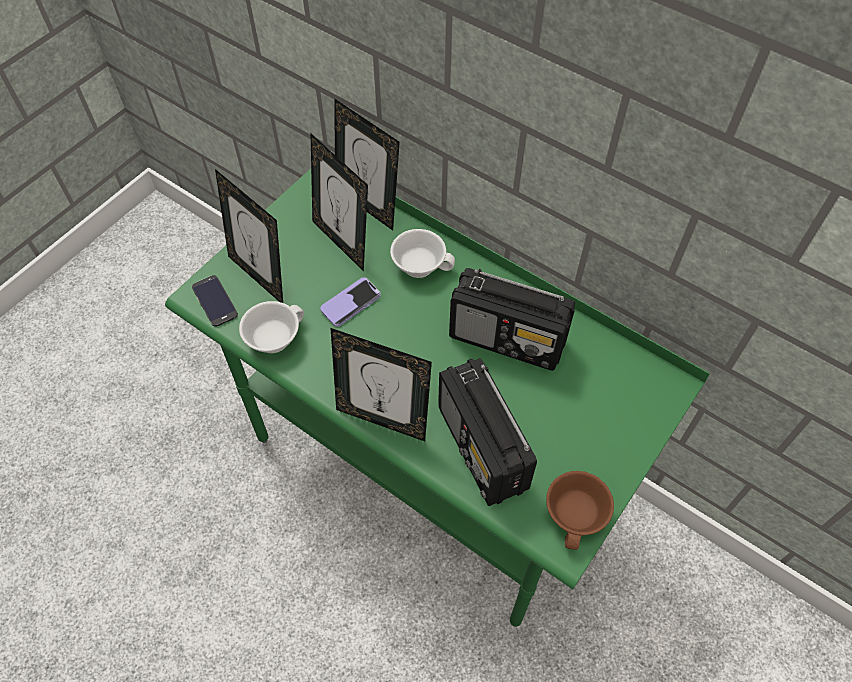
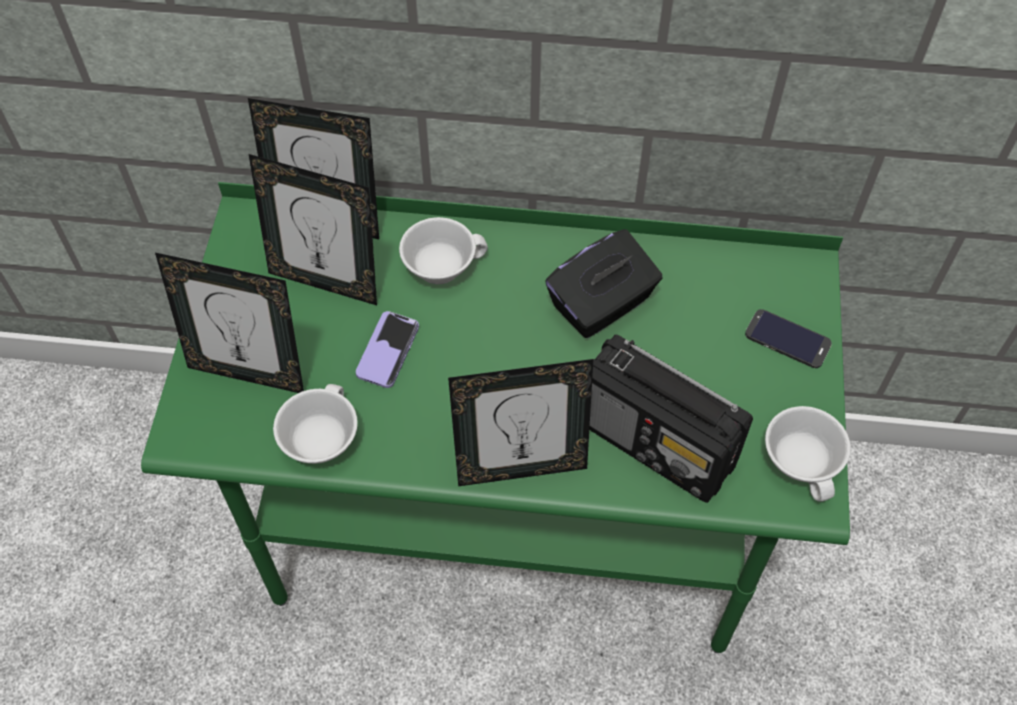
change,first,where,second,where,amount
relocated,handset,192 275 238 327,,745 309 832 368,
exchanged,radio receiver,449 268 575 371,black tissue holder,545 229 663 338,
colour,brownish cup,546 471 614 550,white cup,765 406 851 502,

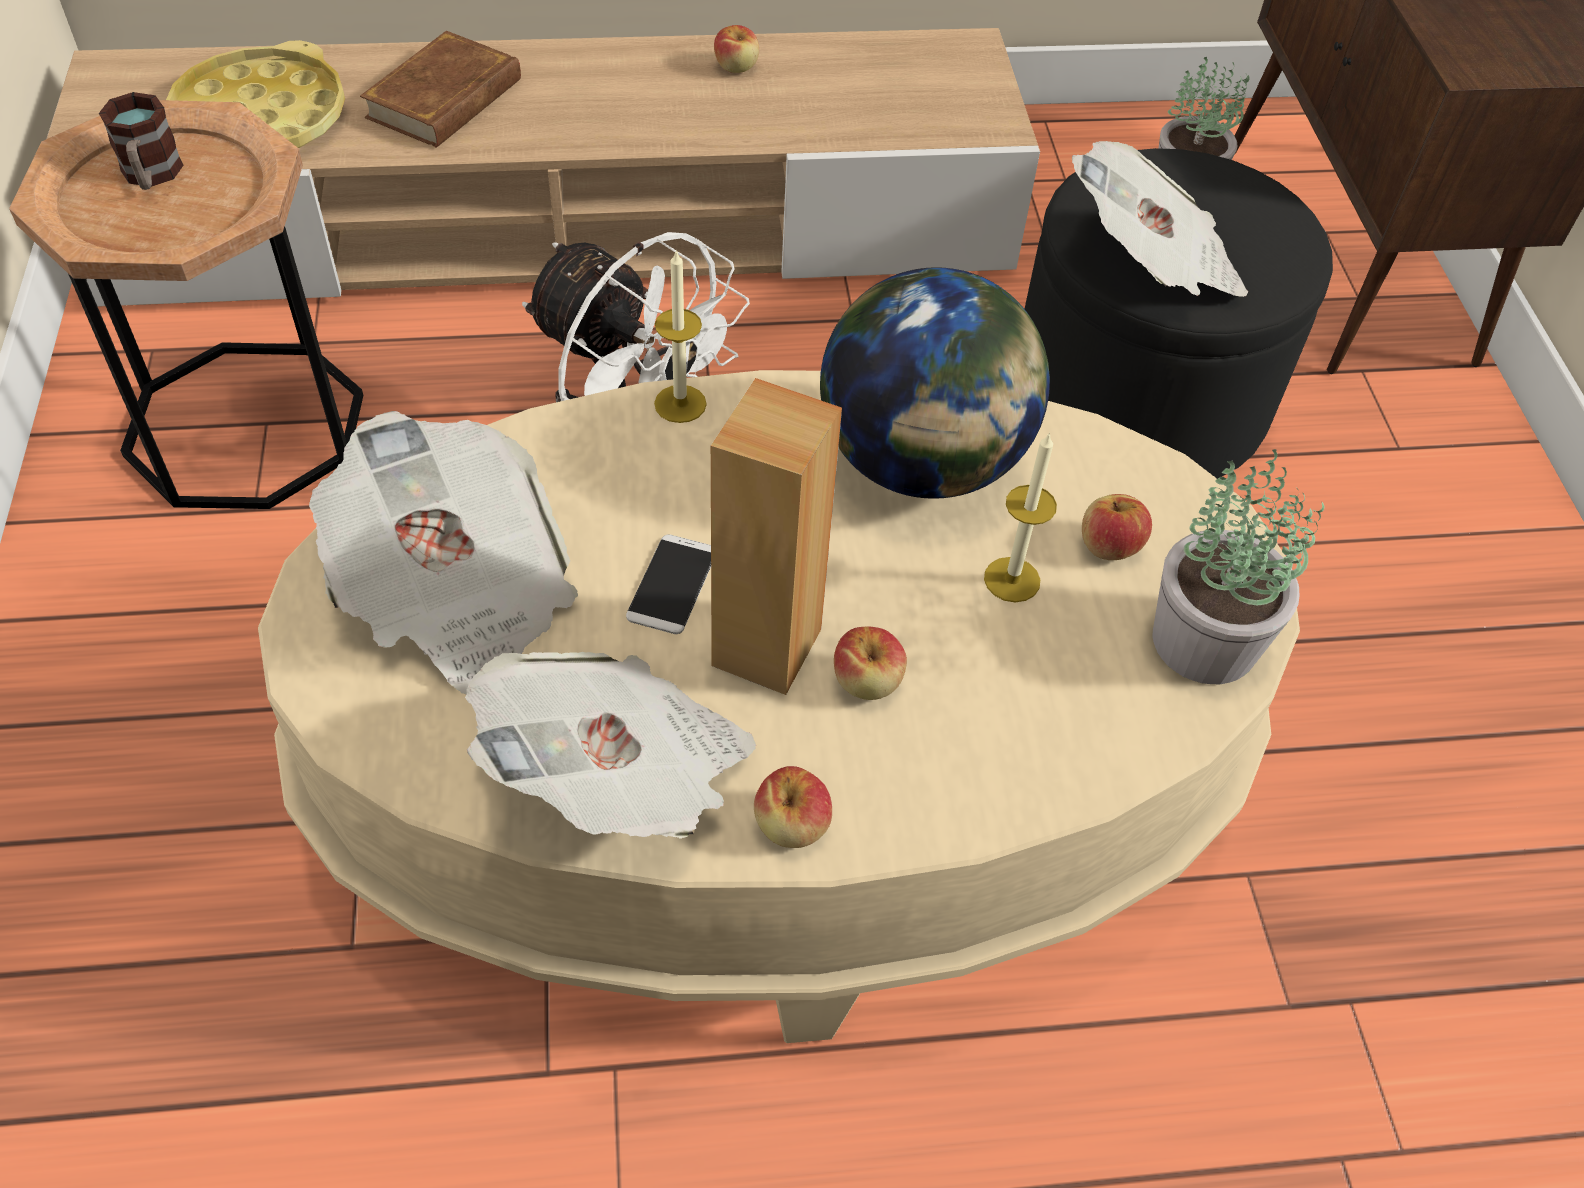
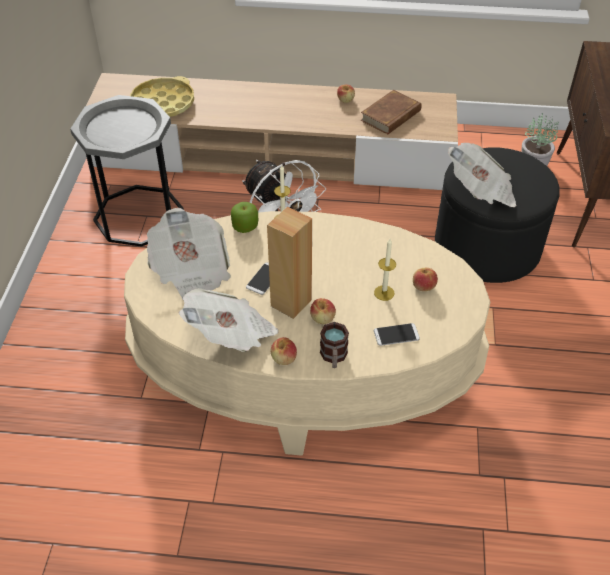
change,first,where,second,where,amount
colour,brownish side table,9 100 363 509,gray side table,70 95 184 247,
relocated,tea mug,99 92 184 190,,320 322 349 368,
relocated,brownish book,360 31 521 148,,360 90 422 134,
missing,desk globe,820 267 1050 499,,,
missing,potted plant,1152 449 1324 684,,,
appeared,,,apple fruit,231 202 258 233,
appeared,,,handset,374 323 420 346,

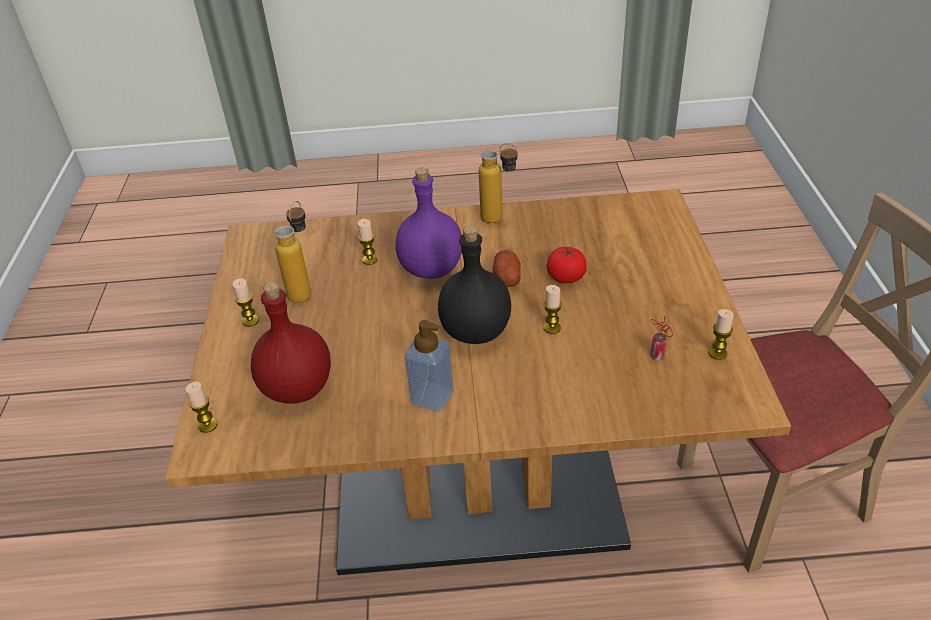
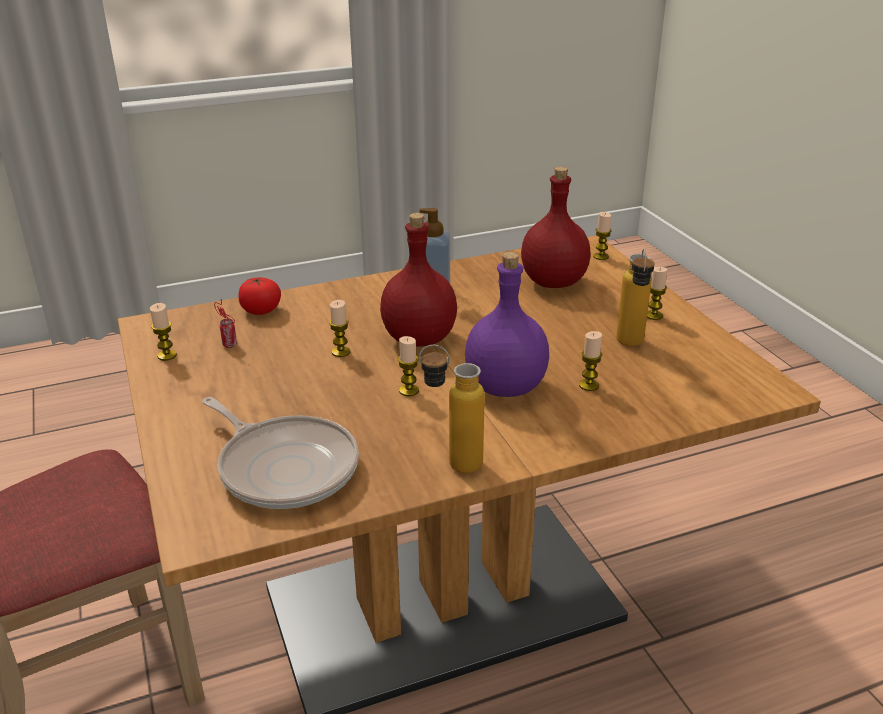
change,first,where,second,where,amount
colour,black bottle,438 226 511 344,reddish bottle,380 213 457 347,
exchanged,potato,493 250 521 287,wax light,398 336 419 396,
relocated,fresh tomato,547 247 587 283,,238 276 281 315,
appeared,,,frying pan,202 397 359 509,

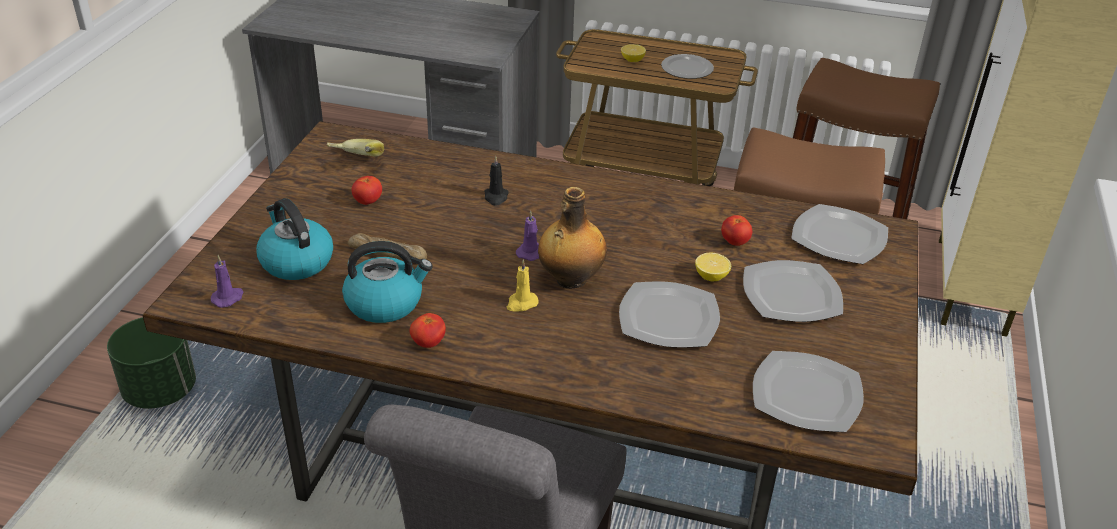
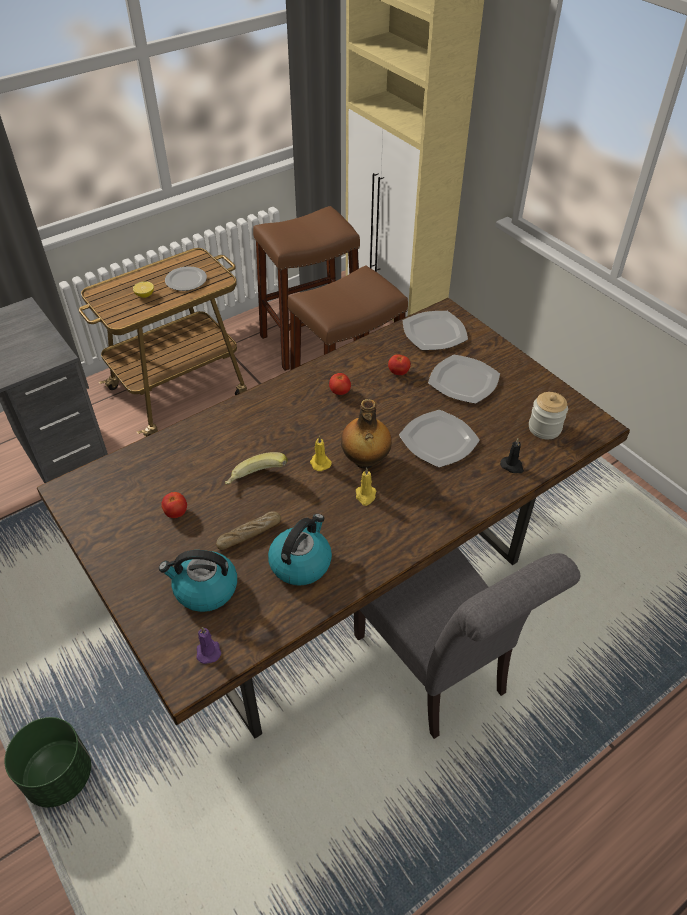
change,first,where,second,where,amount
relocated,banana fruit,327 139 384 157,,225 452 288 484,
relocated,fresh tomato,410 313 446 348,,329 373 351 395,
relocated,black wax light,485 156 509 206,,500 438 524 473,
colour,purplish wax light,516 211 539 261,yellow wax light,310 436 332 471,
missing,citrus fruit,695 253 731 281,,,
exchanged,flat dish,753 351 864 432,storage jar,529 392 568 439,

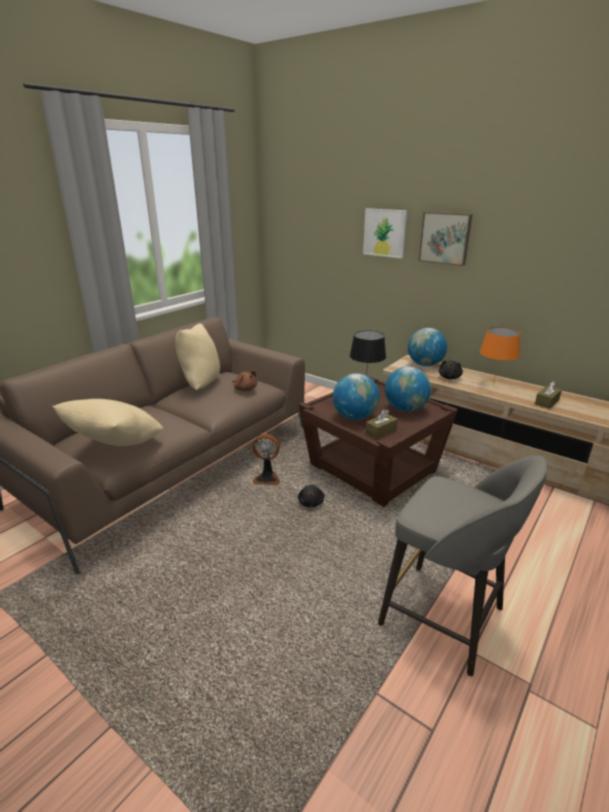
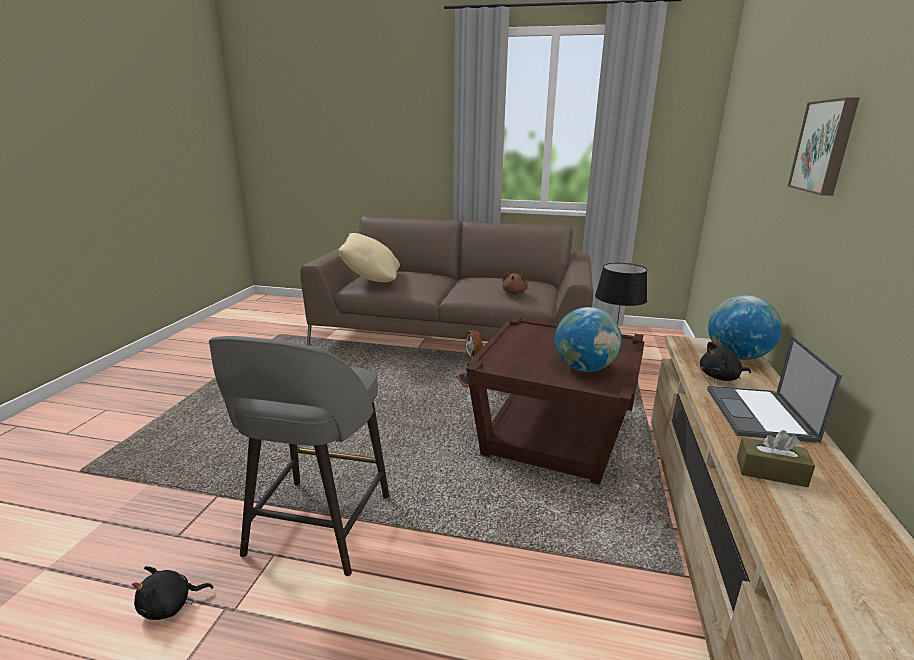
change,first,where,second,where,amount
missing,beige-coloured throw pillow,175 323 220 390,,,
relocated,black plush toy,298 485 324 507,,132 566 214 620,
missing,desk globe,333 373 380 420,,,
missing,wall art,363 208 407 258,,,
missing,brownish tissue holder,365 409 398 439,,,
exchanged,orange-coloured tabletop lamp,480 327 521 385,portable computer,707 336 842 443,

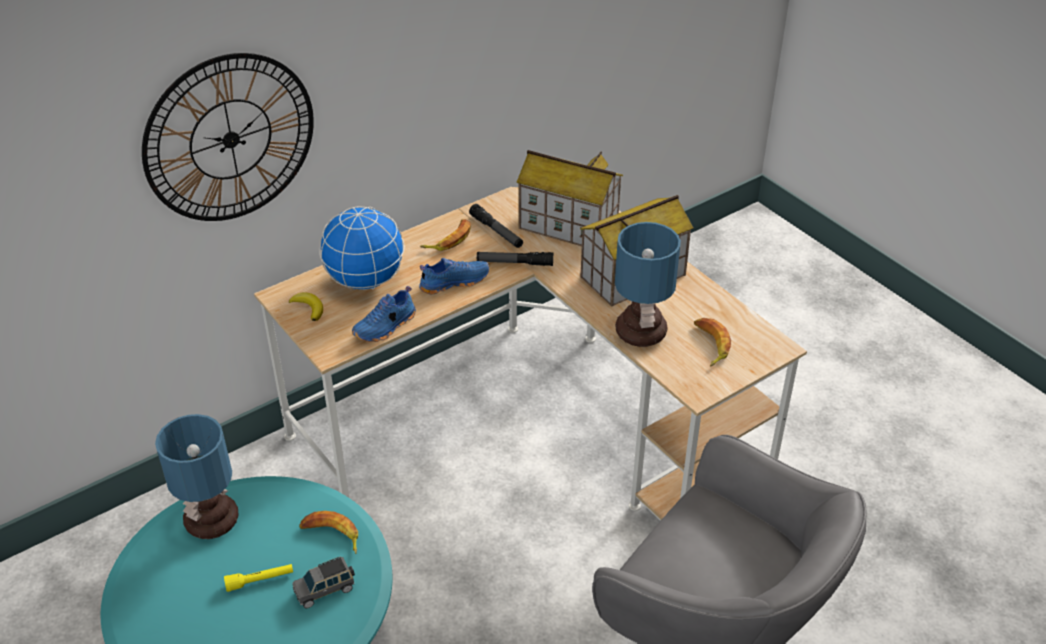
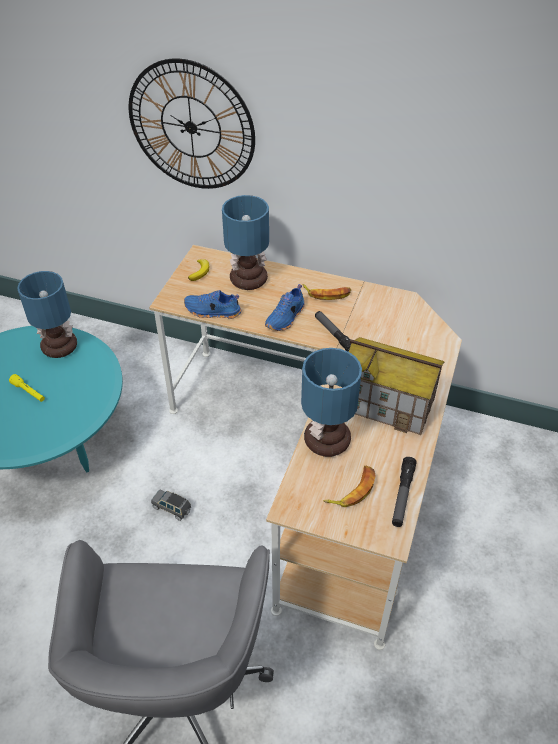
change,first,where,second,where,amount
relocated,gray toy car,292 557 355 608,,151 490 191 521,
missing,banana fruit,299 511 358 554,,,
exchanged,desk globe,319 206 405 290,tabletop lamp,222 195 269 290,
spun,blue shoe,419 258 489 294,,265 284 305 331,90 degrees clockwise
relocated,torch,469 204 523 248,,392 457 417 527,
missing,model house,517 150 623 246,,,

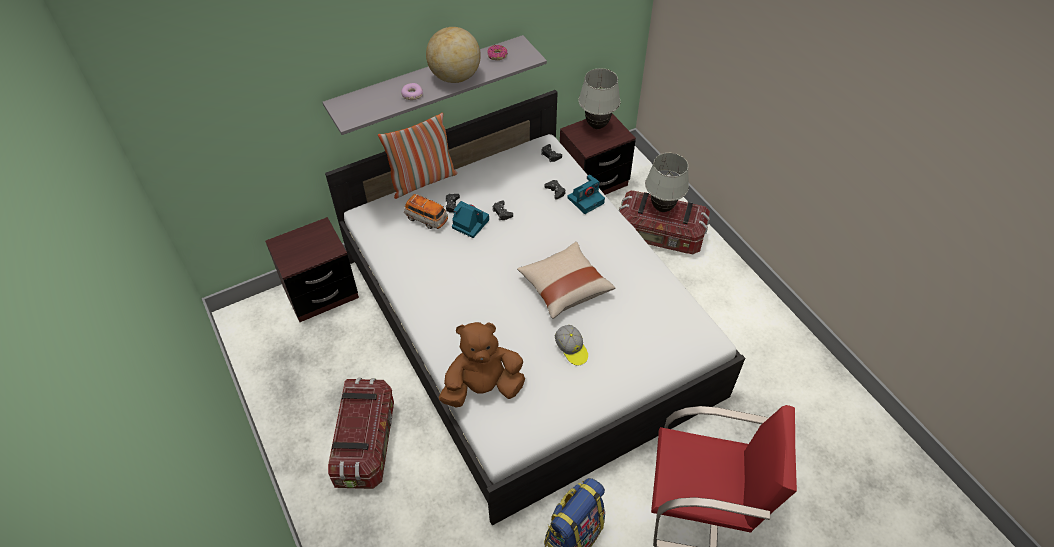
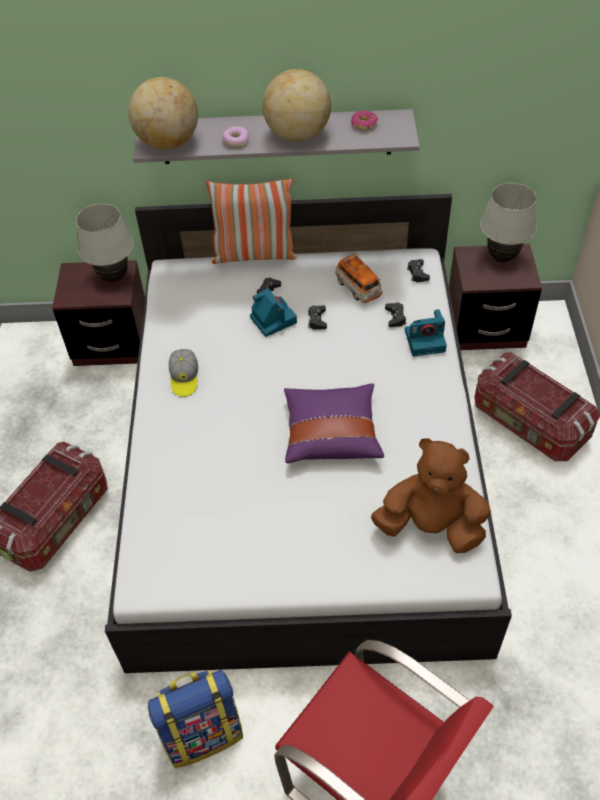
change,first,where,second,where,amount
relocated,toy car,404 194 448 229,,335 254 382 303,
relocated,brownish plush toy,439 322 525 407,,371 438 491 553,
colour,beige-coloured throw pillow,517 242 615 319,purplish throw pillow,284 383 384 463,
relocated,peaked cap,555 325 588 366,,169 349 198 397,
relocated,white tabletop lamp,645 153 689 212,,76 204 134 283,
appeared,,,desk globe,128 77 198 150,

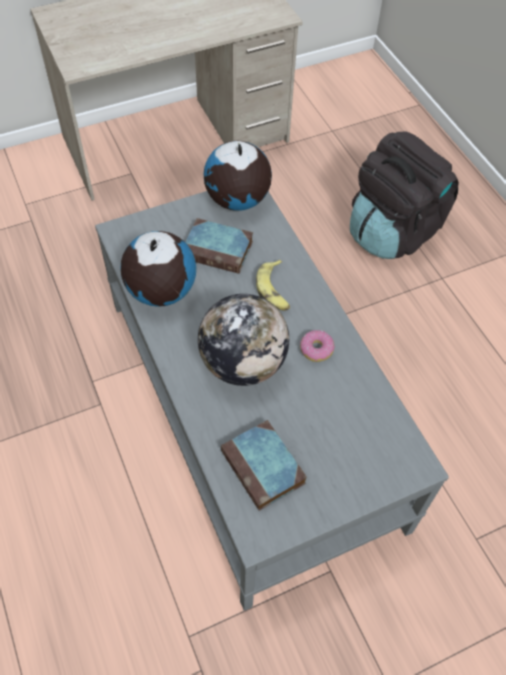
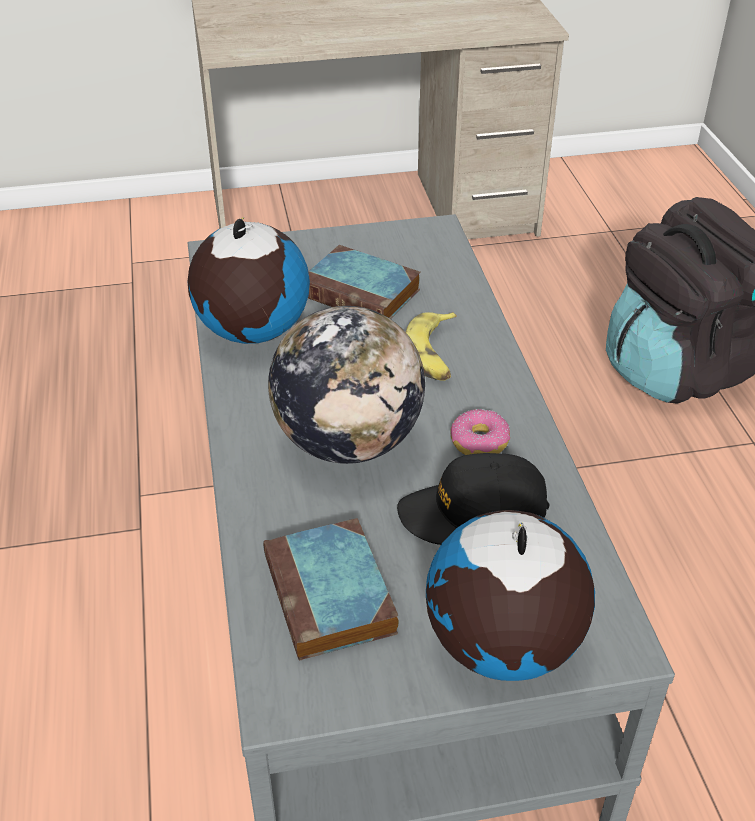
change,first,where,second,where,amount
relocated,desk globe,204 141 272 211,,426 510 595 681,
appeared,,,black peaked cap,397 453 550 545,

